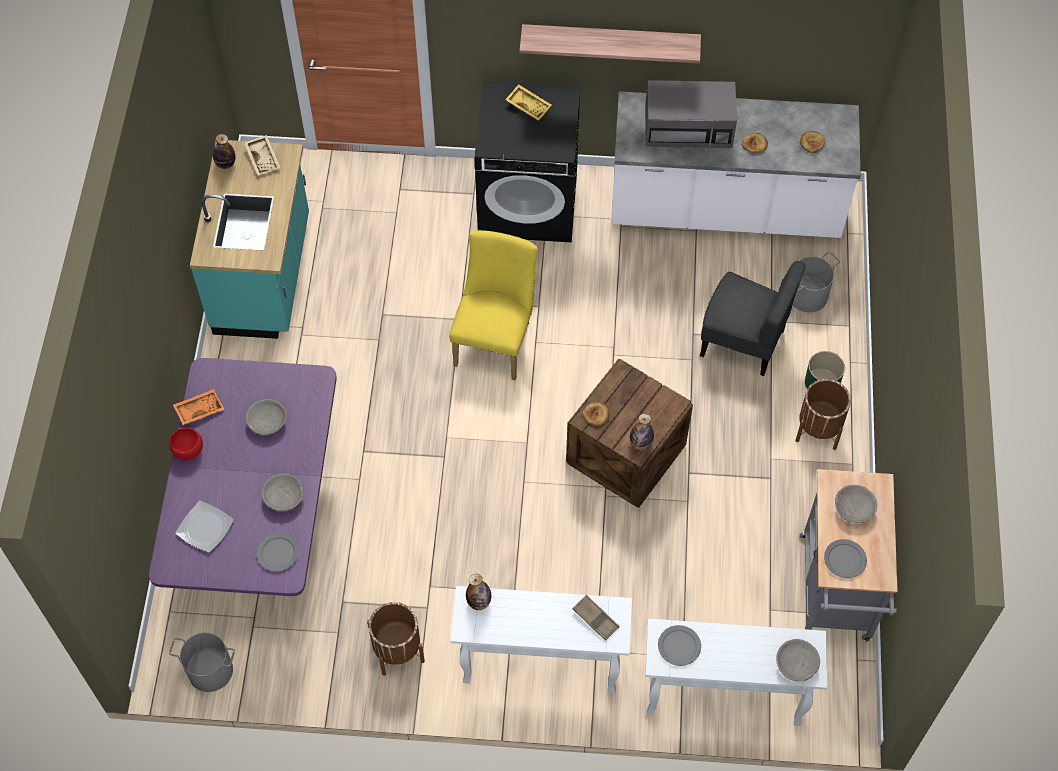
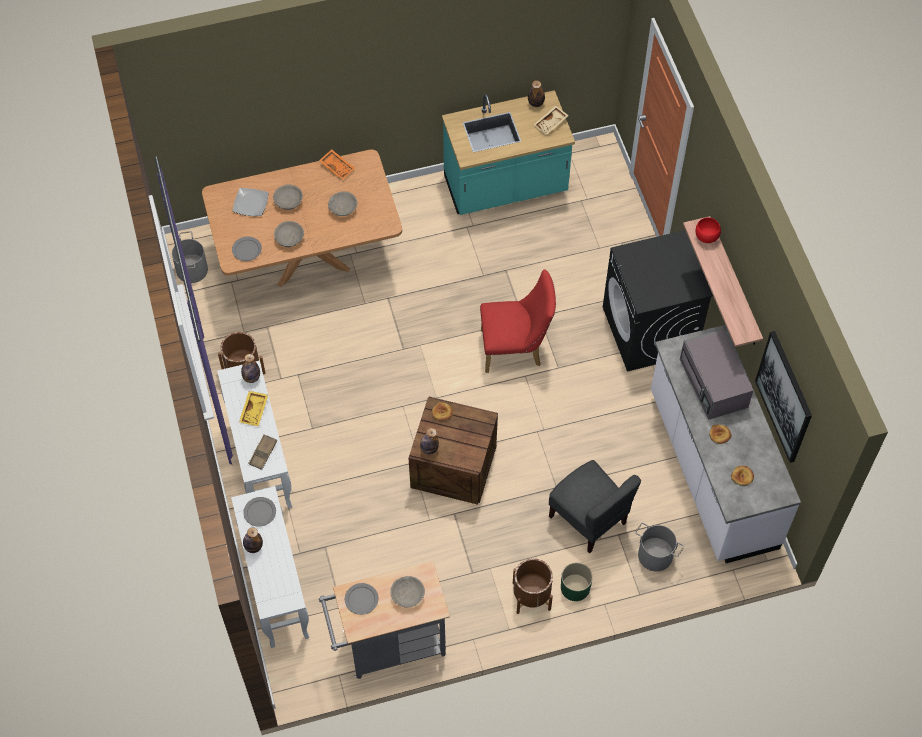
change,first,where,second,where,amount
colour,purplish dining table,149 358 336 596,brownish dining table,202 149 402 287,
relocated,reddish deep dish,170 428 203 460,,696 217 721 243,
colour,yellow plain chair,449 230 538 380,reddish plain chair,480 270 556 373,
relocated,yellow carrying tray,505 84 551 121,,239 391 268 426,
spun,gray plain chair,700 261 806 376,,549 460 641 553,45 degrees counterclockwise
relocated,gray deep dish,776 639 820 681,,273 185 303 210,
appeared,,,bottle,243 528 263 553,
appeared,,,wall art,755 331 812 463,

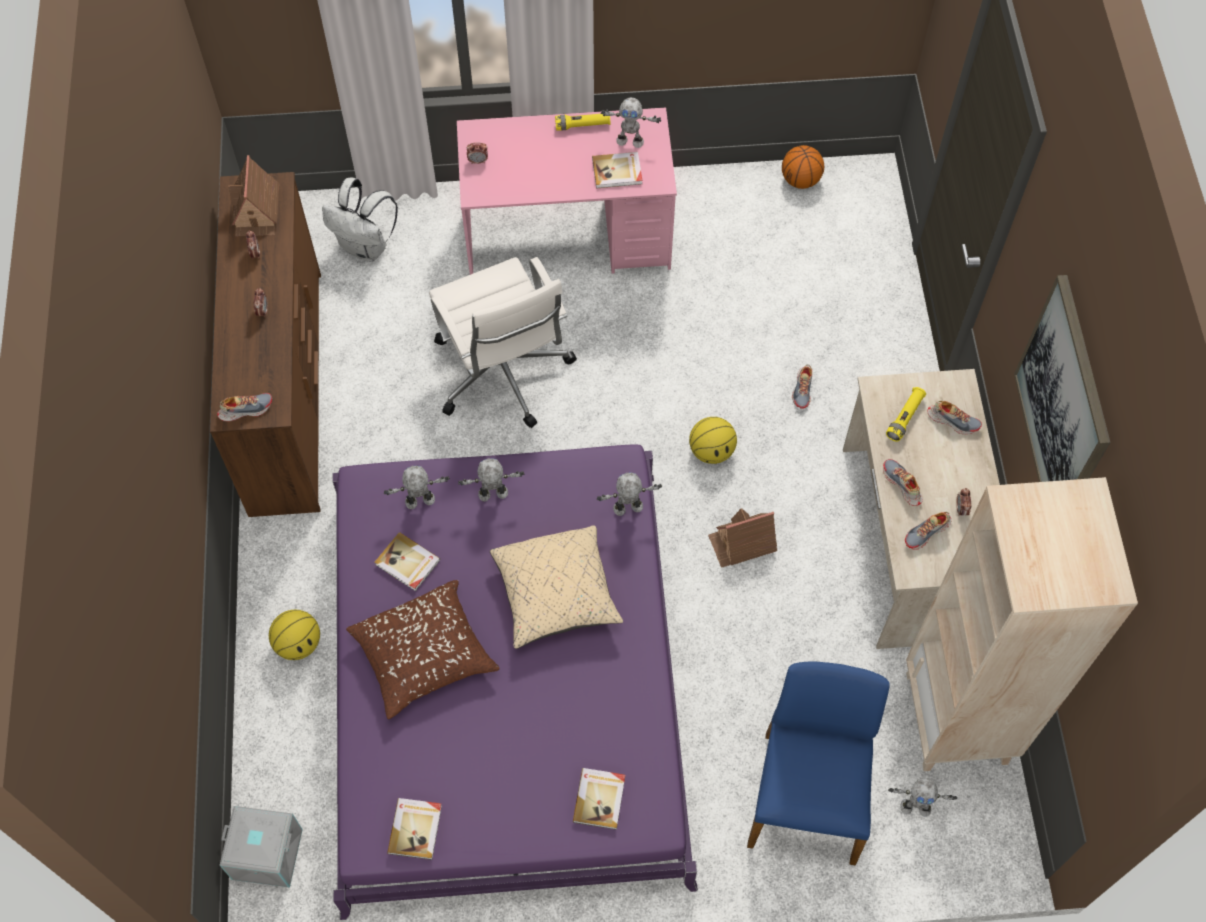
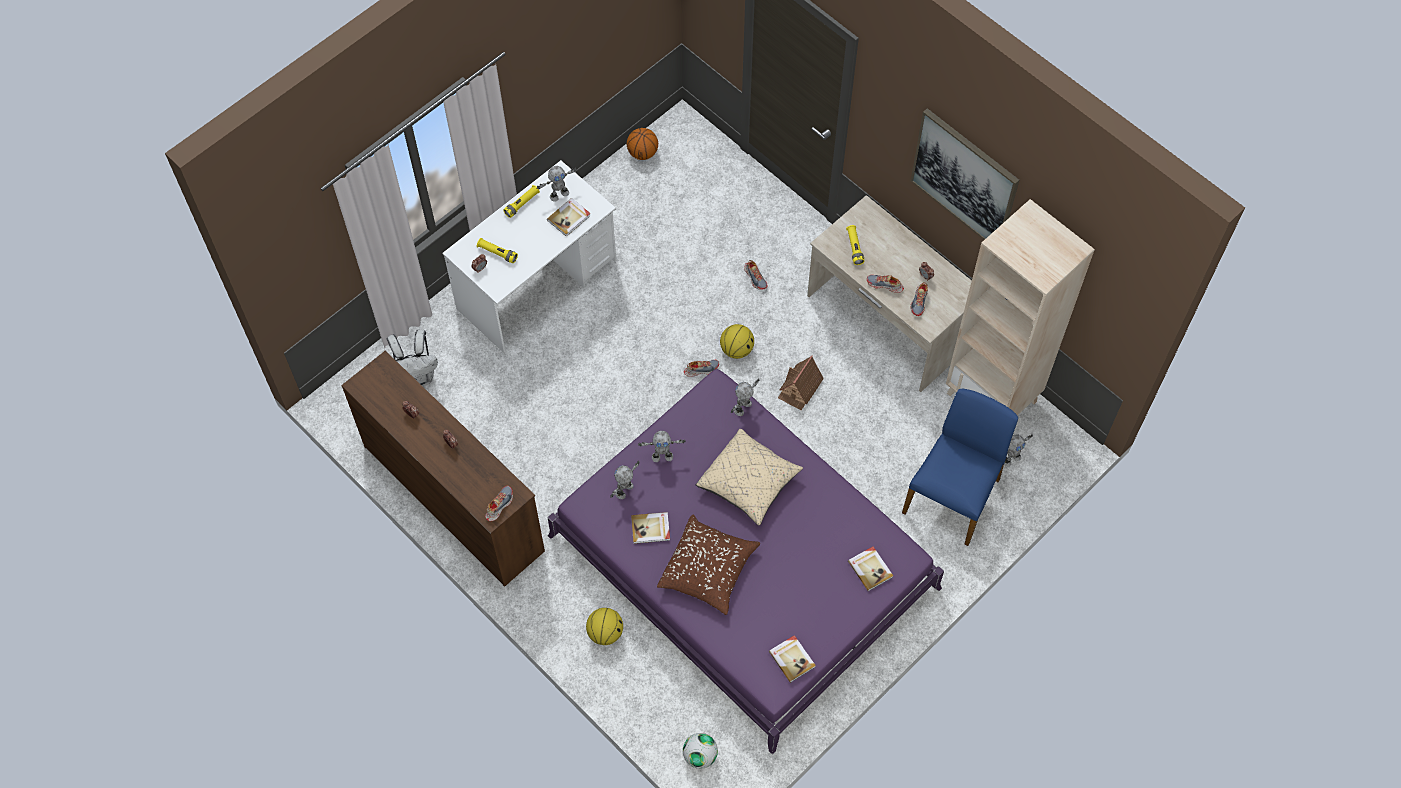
change,first,where,second,where,amount
exchanged,gray storage container,219 806 303 888,football,683 733 718 769,
missing,model house,228 155 279 237,,,
missing,white computer chair,429 257 577 428,,,
colour,pink desk table,457 107 677 275,white desk table,442 160 616 352,
spun,robot figure,458 458 524 501,,638 431 686 462,135 degrees counterclockwise
spun,blue plain chair,747 662 890 866,,902 389 1018 546,60 degrees clockwise
relocated,shoe,927 401 982 434,,684 360 719 377,
appeared,,,yellow torch,476 238 518 263,

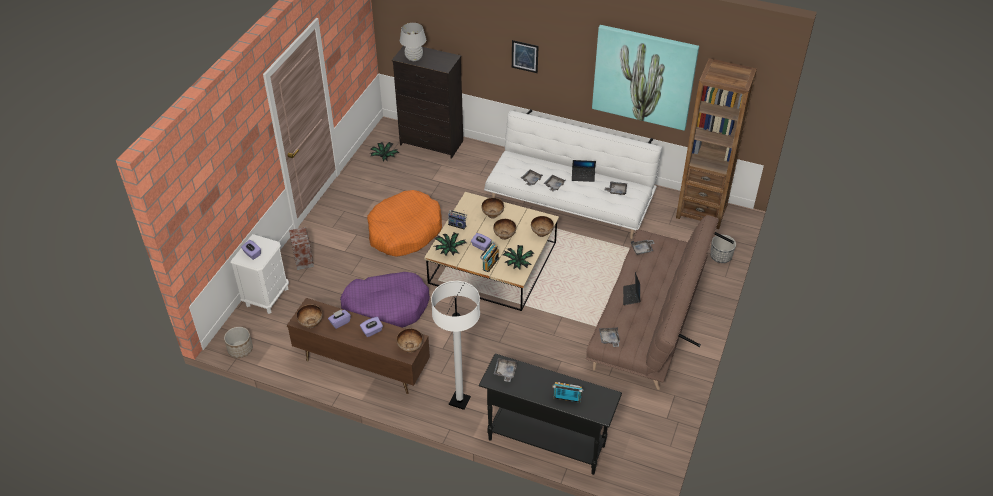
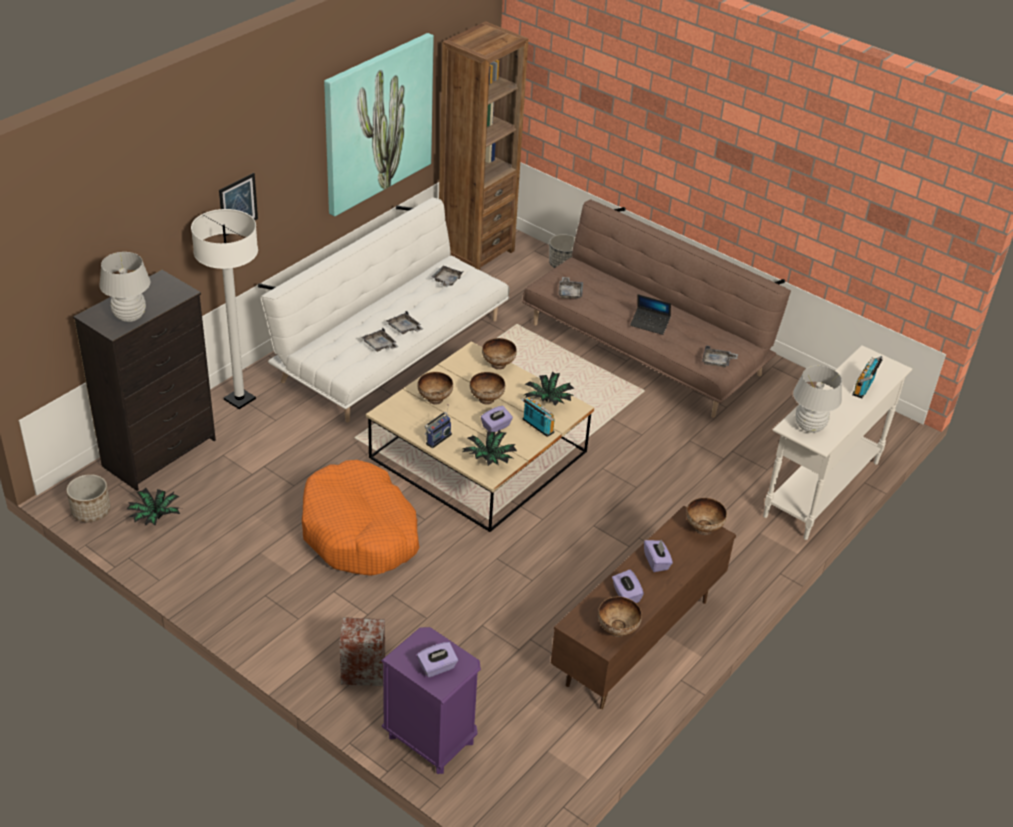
change,first,where,second,where,amount
relocated,plant pot,224 327 253 358,,66 474 111 522,
colour,white night table,231 234 289 314,purplish night table,381 627 481 774,
missing,purplish dog bed,340 272 430 328,,,
relocated,white standard lamp,431 281 480 410,,191 209 258 409,
colour,black hall table,479 354 622 475,white hall table,763 345 912 540,
exchanged,gray carrying tray,494 358 517 382,white tabletop lamp,793 366 842 433,
missing,portable computer,572 160 596 182,,,

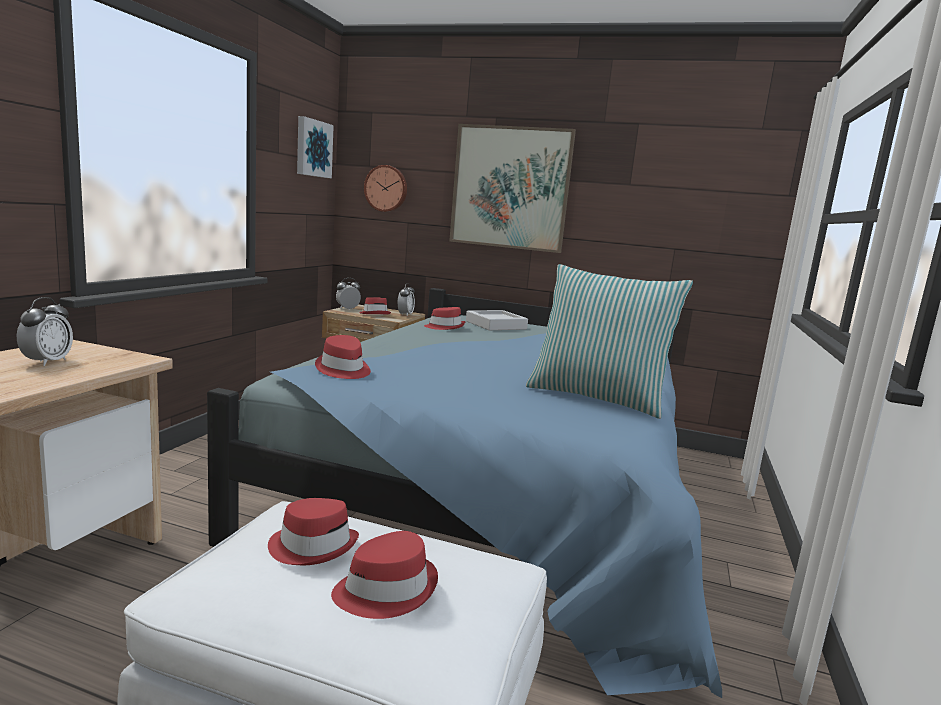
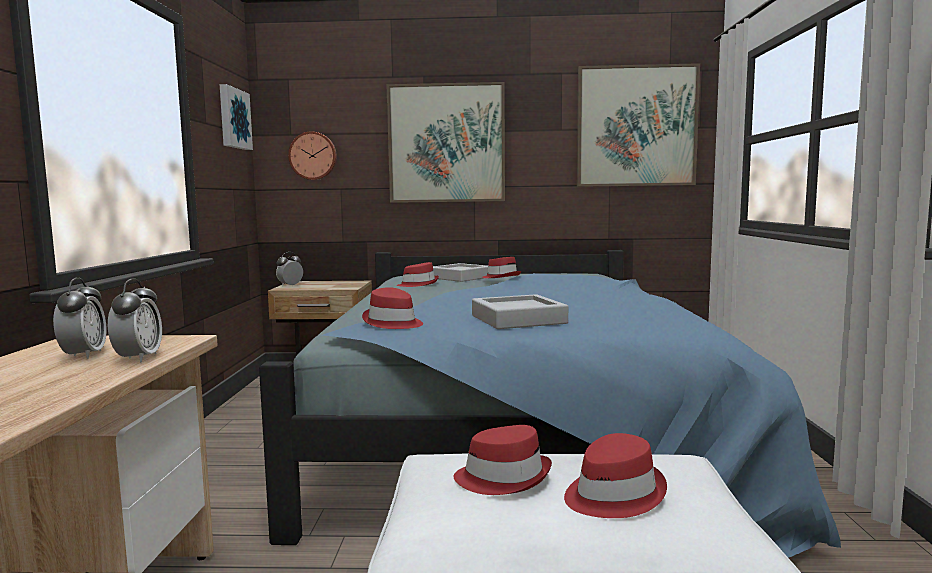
change,first,where,second,where,amount
relocated,reddish wearable hat,359 297 391 315,,482 257 521 278,
relocated,bedside clock,398 283 415 315,,108 279 162 362,
missing,throw pillow,526 264 693 419,,,
appeared,,,gray carrying tray,472 294 568 329,
appeared,,,wall art,577 63 700 187,

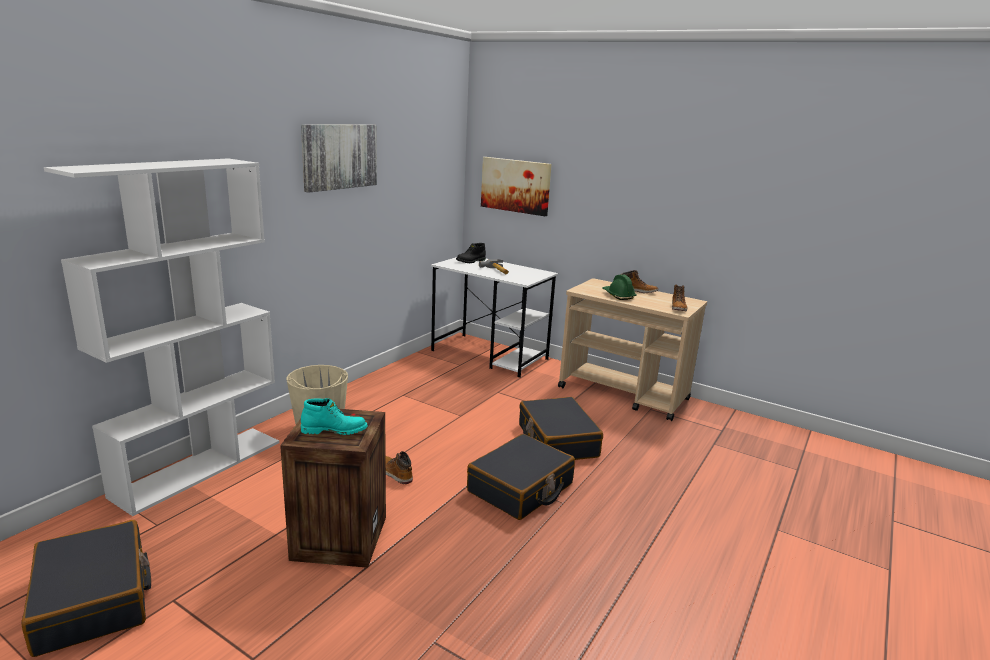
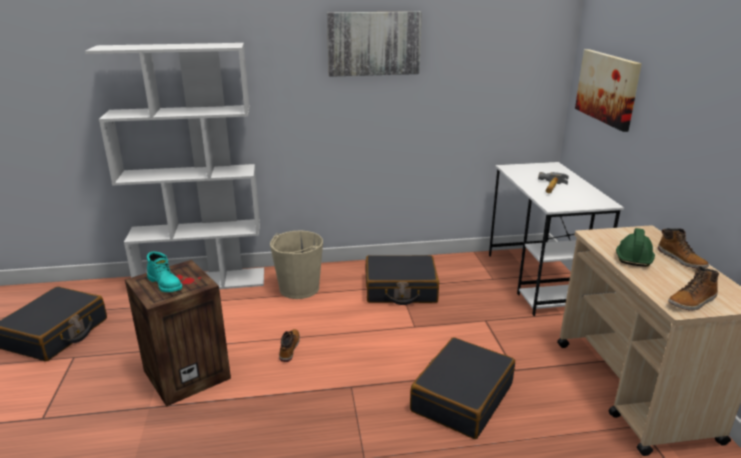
change,first,where,second,where,amount
missing,black tall boot,456 243 486 263,,,
relocated,black suitcase,467 434 575 520,,366 255 439 305,

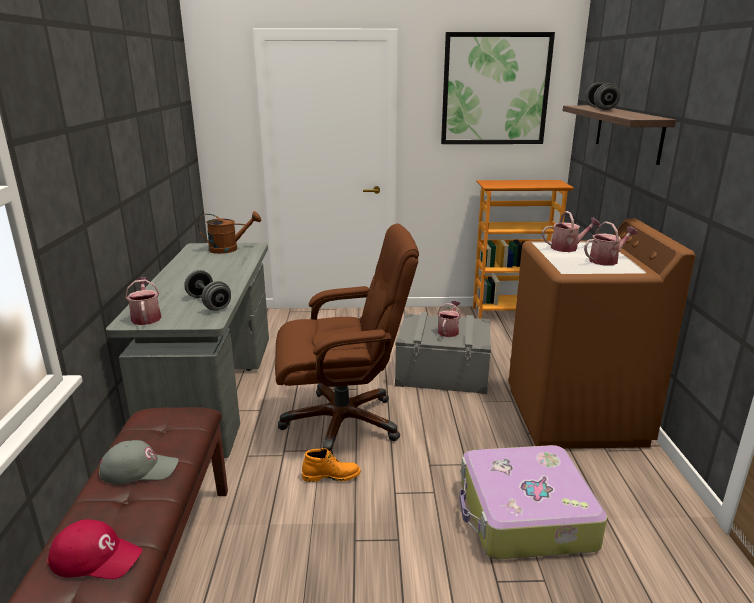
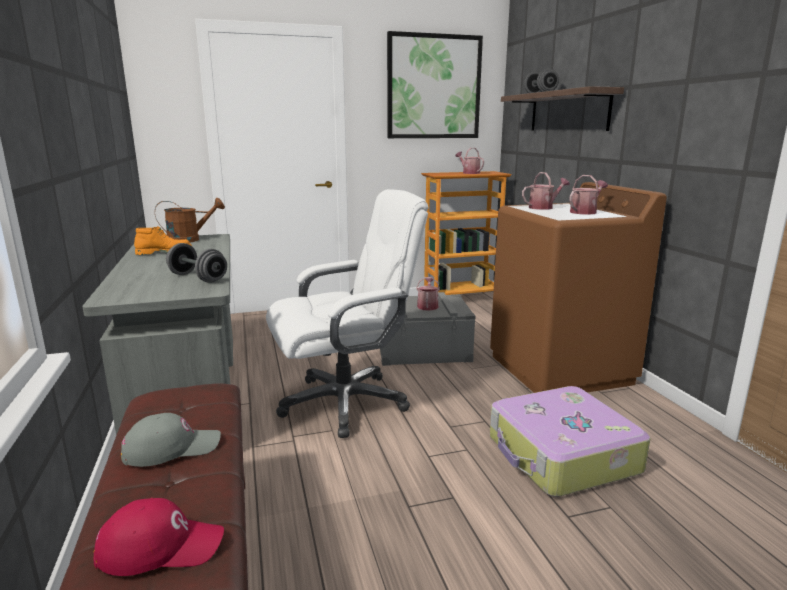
change,first,where,second,where,amount
relocated,sprinkling can,125 277 161 325,,456 148 484 174,
colour,brownish computer chair,275 223 419 454,white computer chair,266 189 428 438,
relocated,orange-coloured tall boot,302 448 361 482,,134 226 192 255,

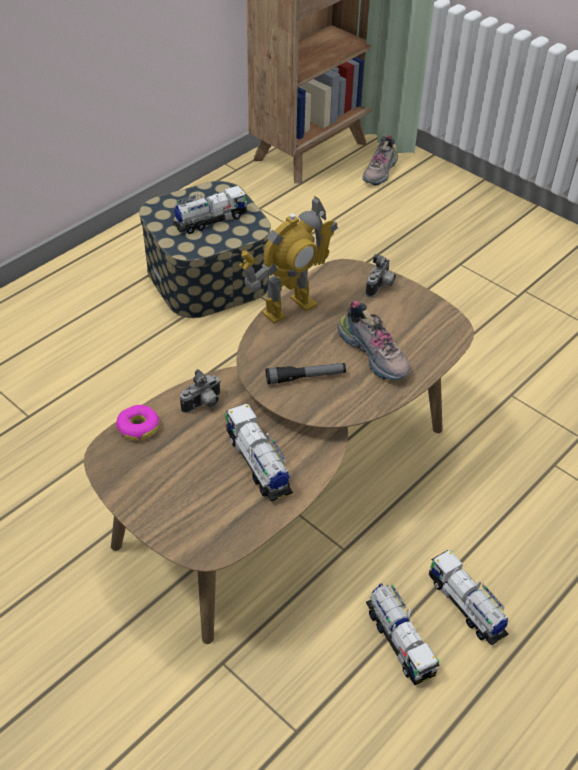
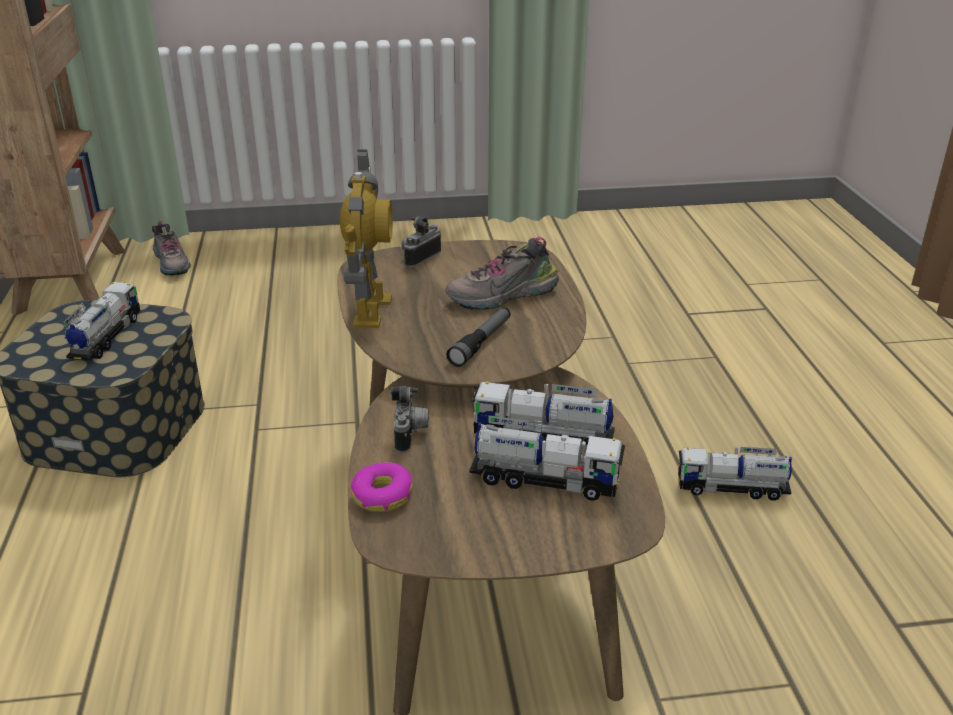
change,first,where,second,where,amount
spun,shoe,337 301 410 380,,445 237 559 310,150 degrees clockwise
spun,still camera,366 254 396 297,,401 217 441 267,120 degrees counterclockwise
relocated,toy lorry,366 583 440 685,,469 416 625 501,

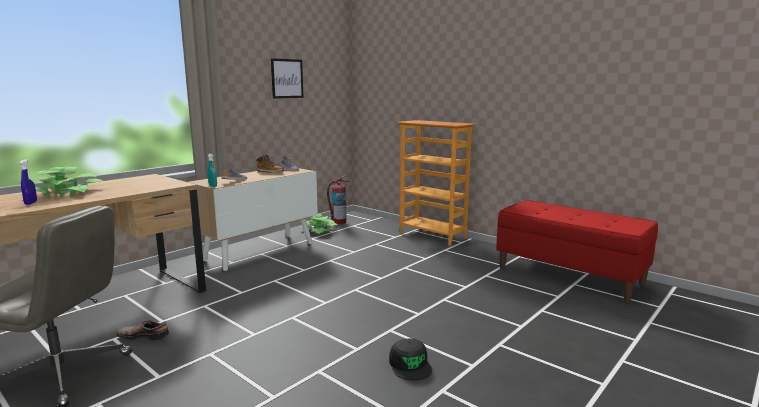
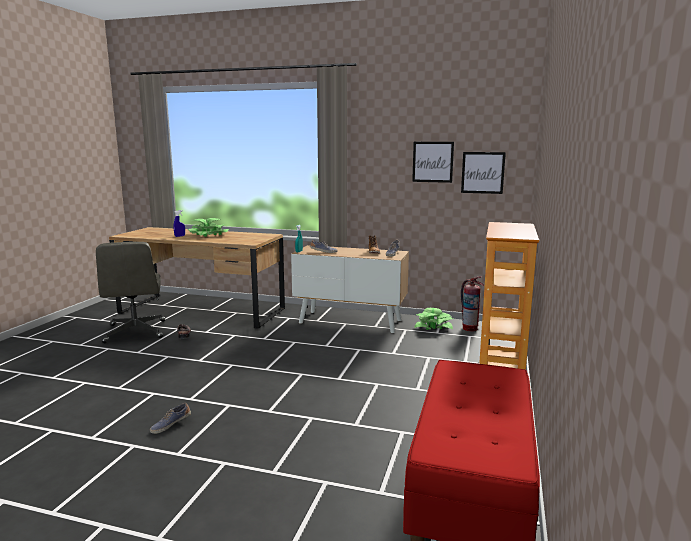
change,first,where,second,where,amount
exchanged,black peaked cap,389 339 432 380,shoe,150 403 191 434,
appeared,,,wall art,461 152 506 194,

